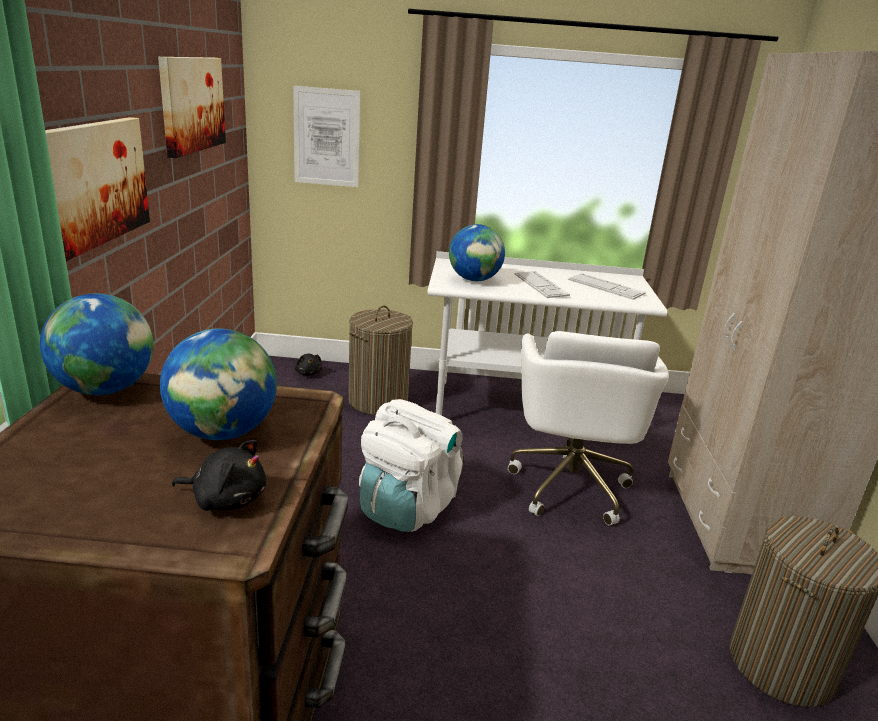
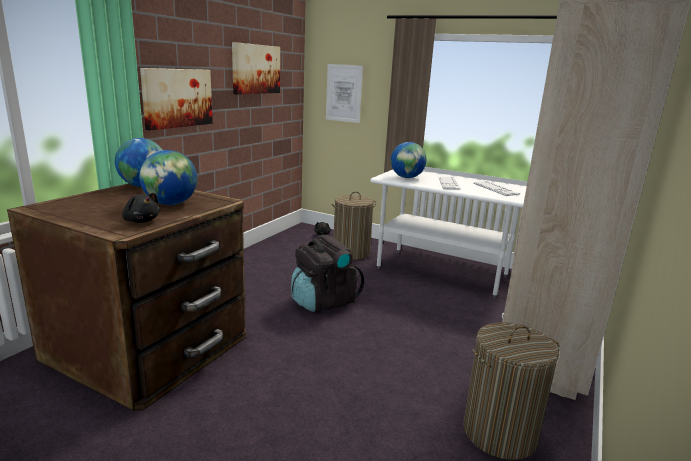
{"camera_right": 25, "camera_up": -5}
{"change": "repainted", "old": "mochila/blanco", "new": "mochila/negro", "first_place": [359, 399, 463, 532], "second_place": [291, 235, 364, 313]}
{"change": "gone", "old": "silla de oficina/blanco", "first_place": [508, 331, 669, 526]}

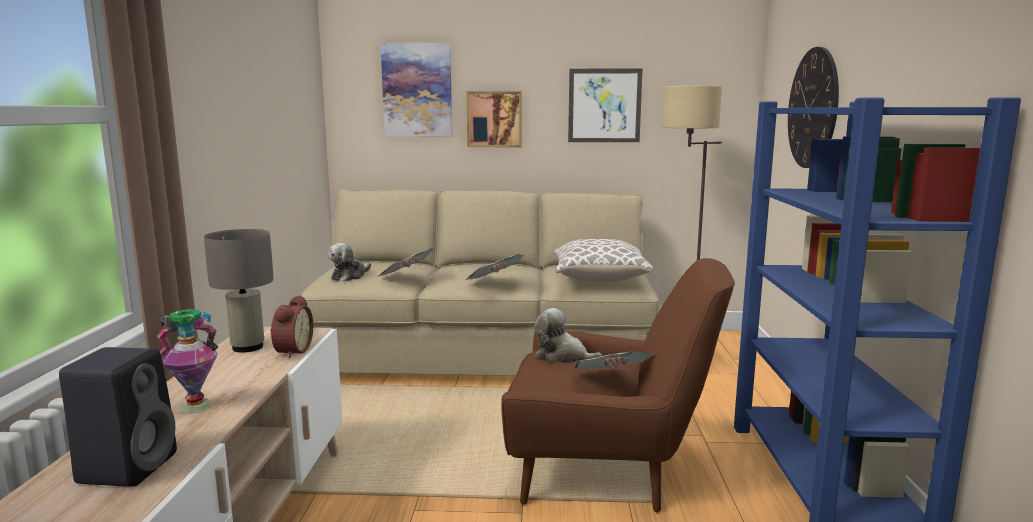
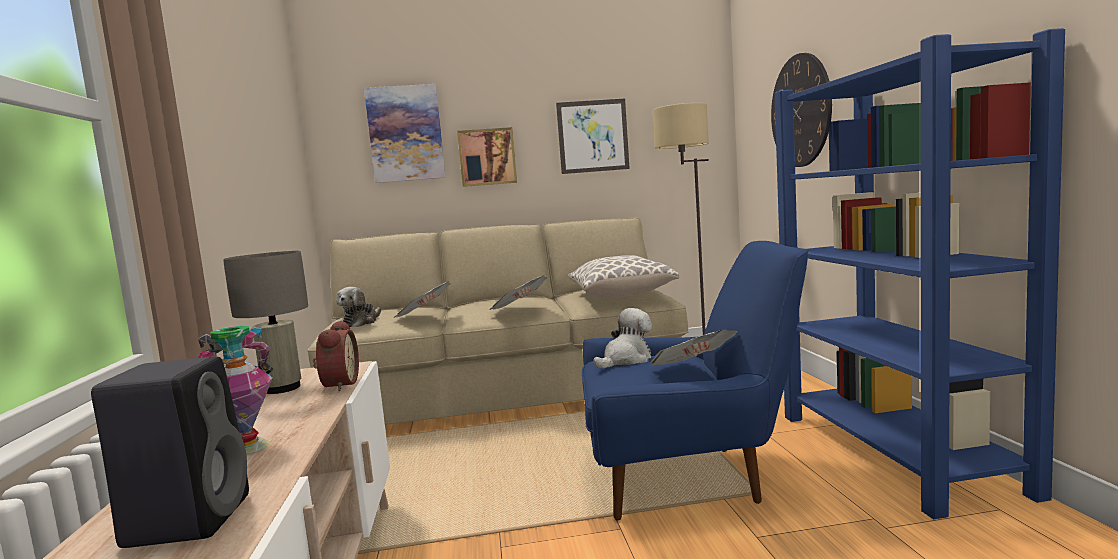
{"camera_right": -10, "camera_up": -5}
{"change": "repainted", "old": "sillón/marrón", "new": "sillón/azul", "first_place": [501, 258, 735, 513], "second_place": [582, 241, 808, 520]}
{"change": "rotated", "old": "peluche", "first_place": [534, 308, 602, 363], "second_place": [593, 308, 652, 368], "degrees": 120}

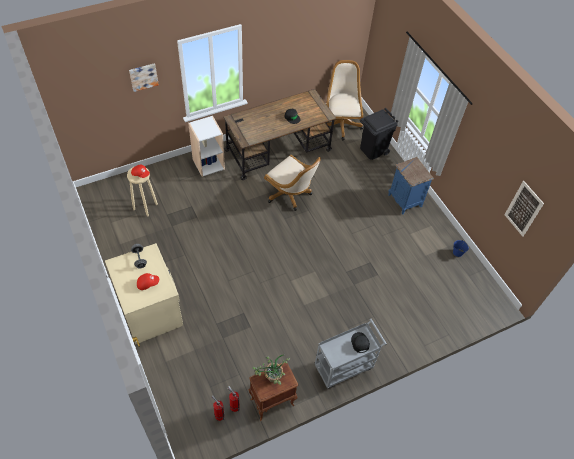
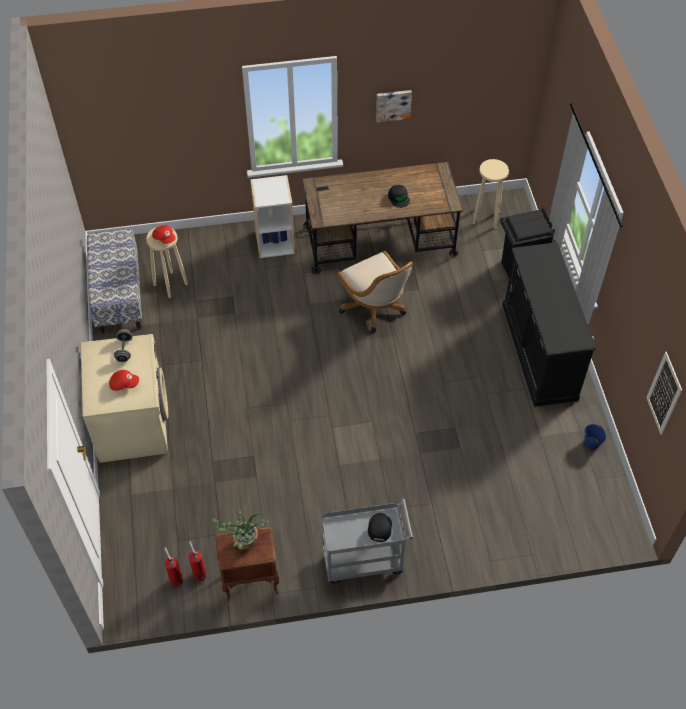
{"camera_right": 20, "camera_up": 0}
{"change": "shifted", "old": "cuadro", "first_place": [129, 63, 159, 92], "second_place": [376, 90, 412, 123]}
{"change": "swapped", "old": "silla de oficina", "new": "taburete/beis", "first_place": [326, 60, 363, 140], "second_place": [473, 159, 509, 228]}
{"change": "swapped", "old": "mesita de noche/azul", "new": "armario/negro", "first_place": [388, 157, 434, 215], "second_place": [502, 242, 596, 407]}
{"change": "new", "new": "banco", "second_place": [87, 229, 142, 334]}

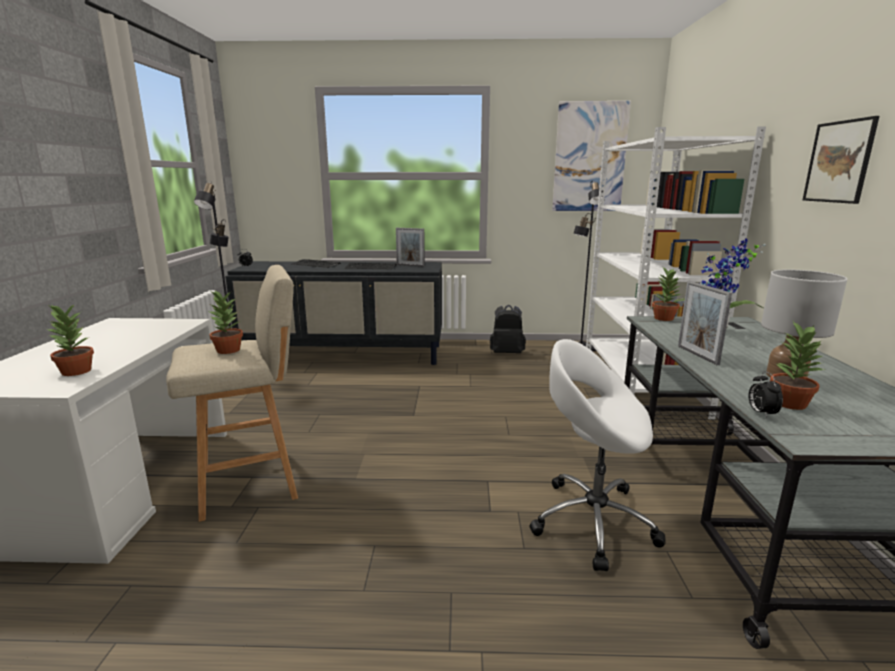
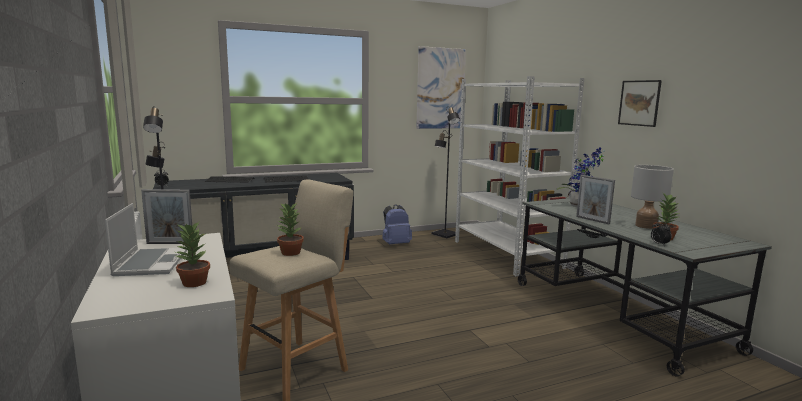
{"camera_right": -25, "camera_up": -5}
{"change": "shifted", "old": "portarretratos", "first_place": [396, 228, 425, 267], "second_place": [141, 189, 192, 244]}
{"change": "repainted", "old": "mochila/negro", "new": "mochila/azul", "first_place": [490, 305, 526, 353], "second_place": [383, 204, 412, 244]}
{"change": "gone", "old": "silla de oficina/blanco", "first_place": [530, 339, 665, 571]}
{"change": "gone", "old": "planta en maceta", "first_place": [652, 266, 681, 321]}
{"change": "new", "new": "portátil", "second_place": [105, 203, 187, 276]}

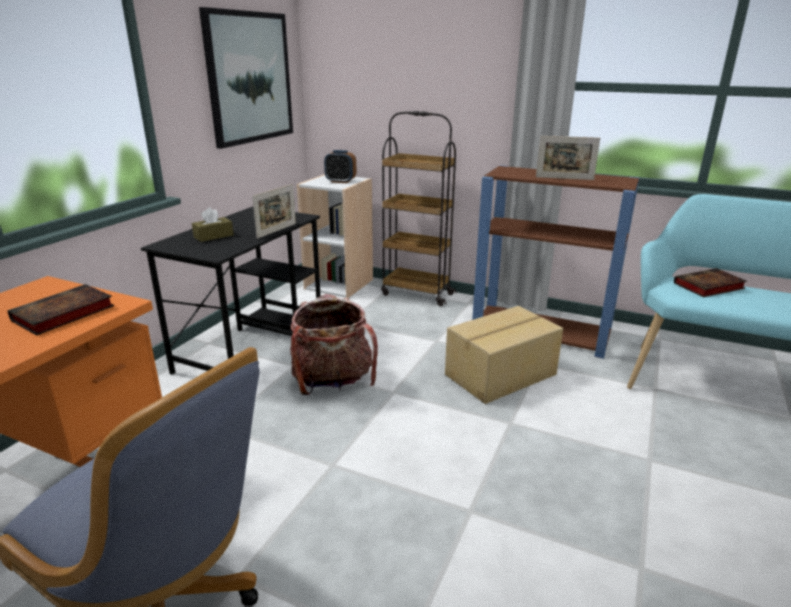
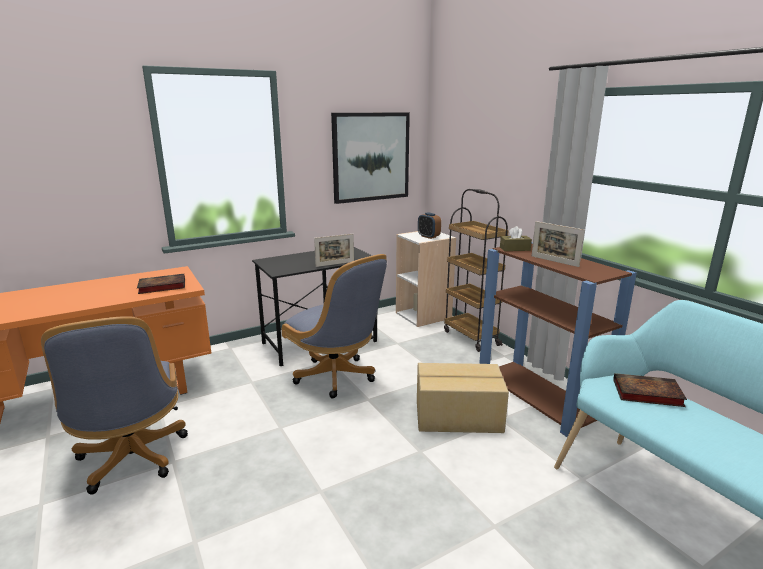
{"camera_right": 35, "camera_up": -5}
{"change": "shifted", "old": "caja de pañuelos/marrón", "first_place": [192, 207, 234, 242], "second_place": [500, 226, 532, 251]}
{"change": "swapped", "old": "mochila", "new": "silla de oficina/azul", "first_place": [290, 294, 378, 395], "second_place": [282, 254, 387, 398]}

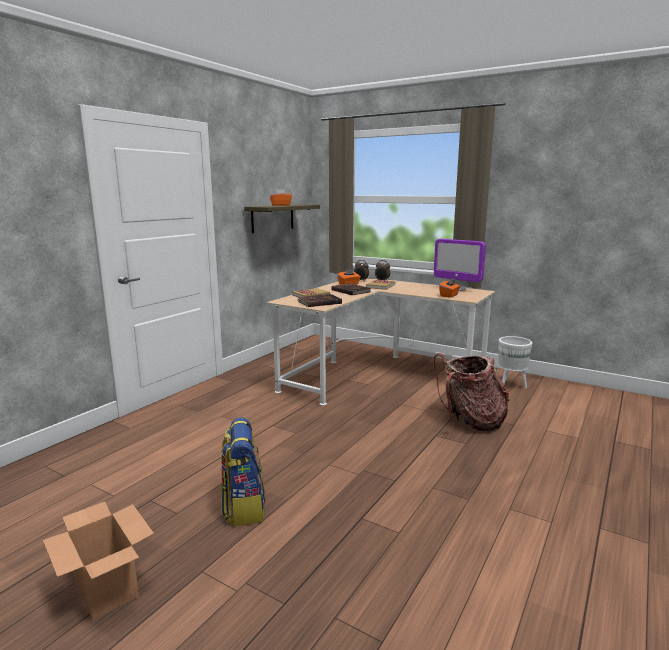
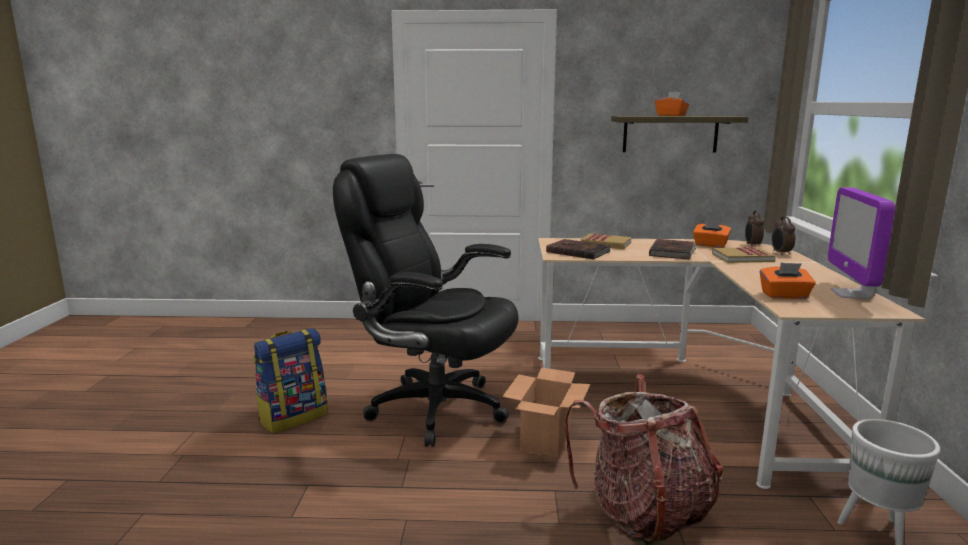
{"camera_right": 60, "camera_up": 0}
{"change": "shifted", "old": "caja de cartón", "first_place": [43, 502, 154, 620], "second_place": [502, 368, 590, 457]}
{"change": "new", "new": "silla de oficina/negro", "second_place": [333, 154, 518, 447]}

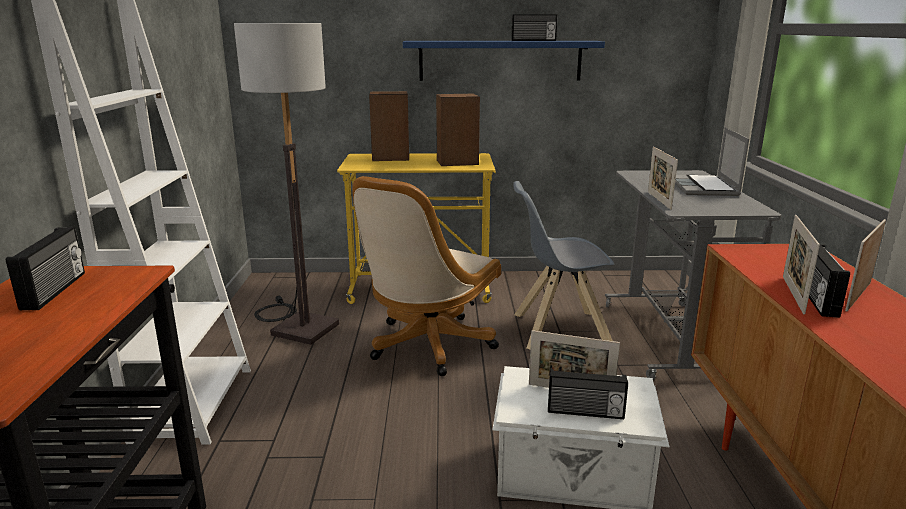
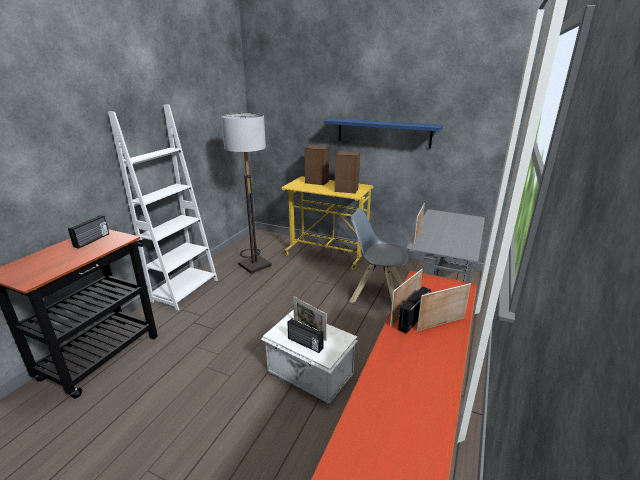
{"camera_right": 25, "camera_up": 5}
{"change": "gone", "old": "silla de oficina", "first_place": [352, 176, 501, 376]}
{"change": "gone", "old": "radio", "first_place": [511, 14, 557, 41]}
{"change": "gone", "old": "portátil", "first_place": [675, 127, 749, 196]}

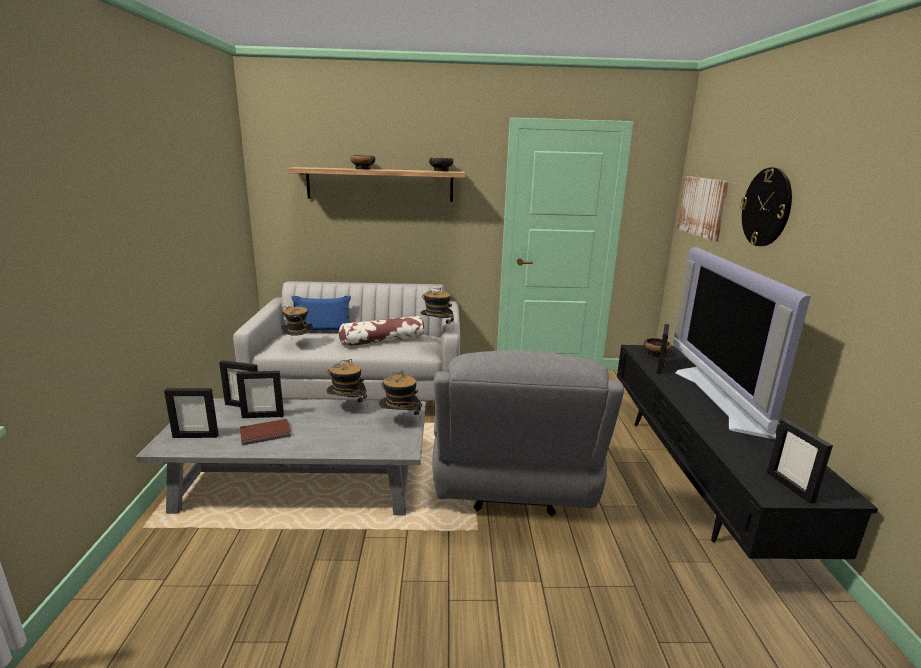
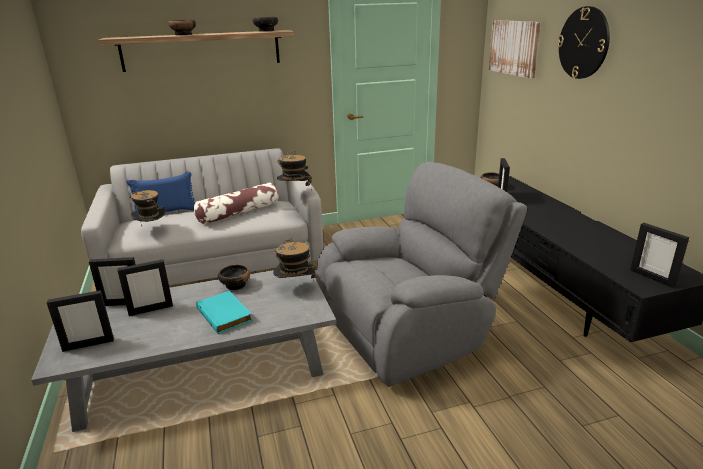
{"camera_right": -15, "camera_up": 5}
{"change": "gone", "old": "libro/marrón", "first_place": [240, 419, 291, 446]}
{"change": "swapped", "old": "sombrero", "new": "cuenco", "first_place": [326, 359, 368, 407], "second_place": [218, 264, 250, 290]}
{"change": "rotated", "old": "sillón/gris", "first_place": [432, 350, 624, 516], "second_place": [316, 162, 527, 387], "degrees": -105}
{"change": "gone", "old": "televisor", "first_place": [673, 247, 811, 439]}
{"change": "new", "new": "libro/turquesa", "second_place": [196, 291, 253, 334]}

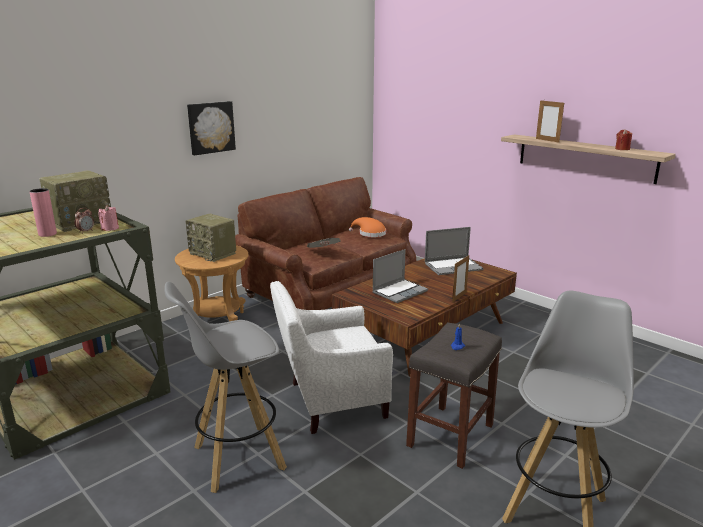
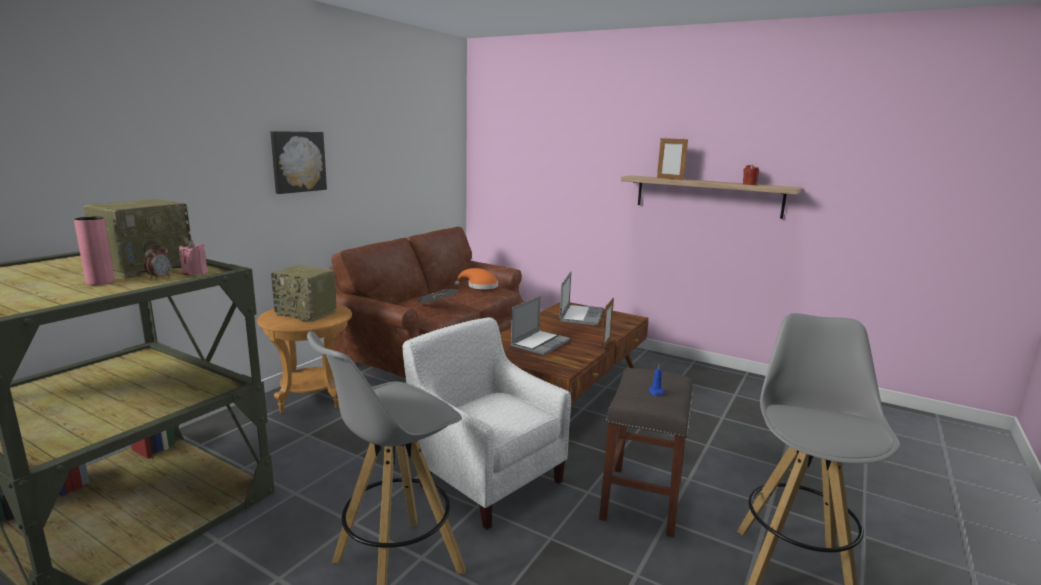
{"camera_right": -15, "camera_up": -5}
{"change": "rotated", "old": "sillón/blanco", "first_place": [270, 281, 393, 434], "second_place": [403, 317, 571, 530], "degrees": 75}
{"change": "rotated", "old": "portátil", "first_place": [425, 227, 484, 275], "second_place": [559, 271, 604, 325], "degrees": -45}

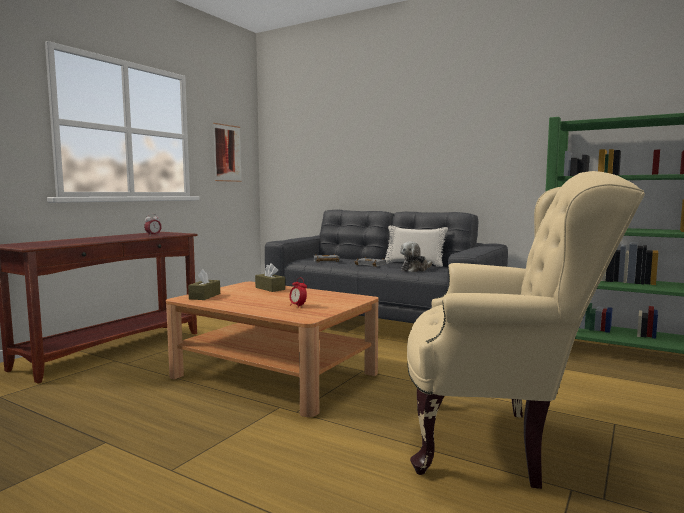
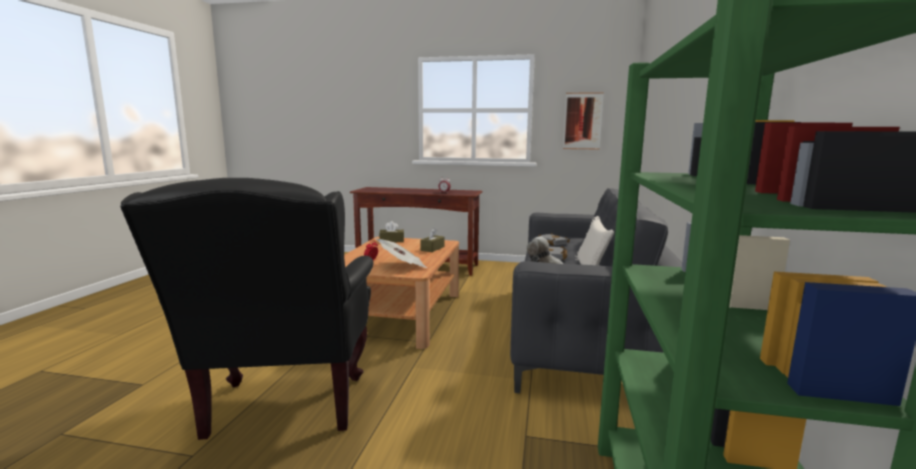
{"camera_right": 70, "camera_up": 5}
{"change": "repainted", "old": "sillón/beis", "new": "sillón/negro", "first_place": [407, 171, 645, 489], "second_place": [120, 178, 373, 440]}
{"change": "new", "new": "periódico", "second_place": [375, 238, 427, 268]}

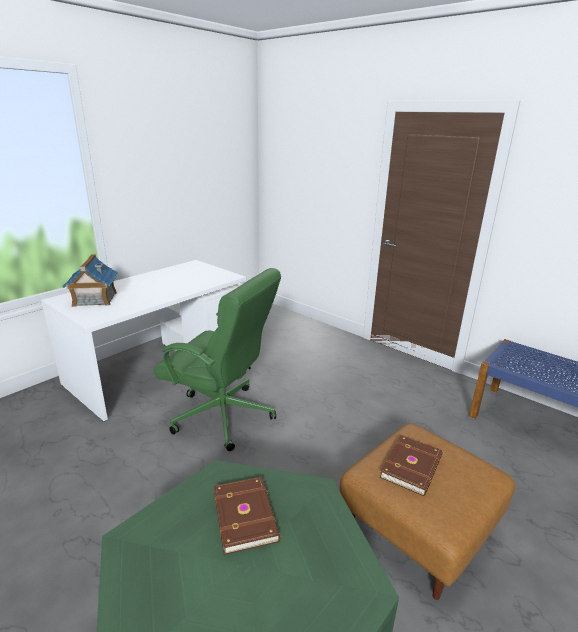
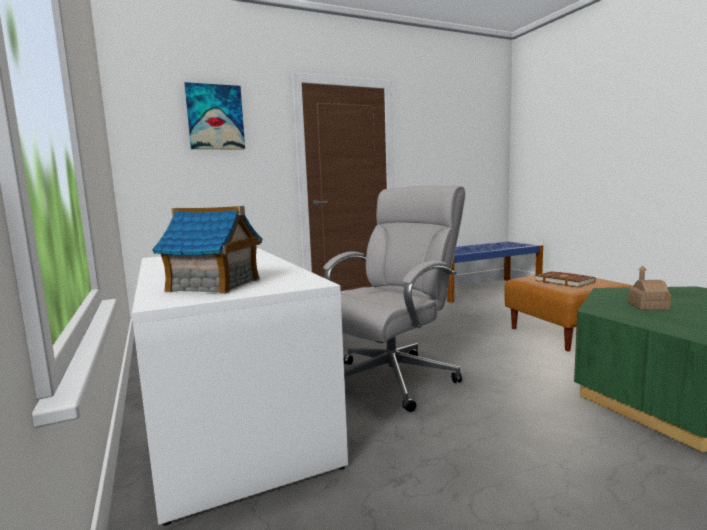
{"camera_right": -65, "camera_up": -15}
{"change": "repainted", "old": "silla de oficina/verde", "new": "silla de oficina/gris", "first_place": [154, 268, 281, 451], "second_place": [323, 185, 465, 412]}
{"change": "swapped", "old": "libro/marrón", "new": "casita", "first_place": [214, 477, 280, 555], "second_place": [628, 266, 672, 310]}
{"change": "new", "new": "cuadro", "second_place": [184, 82, 245, 150]}

